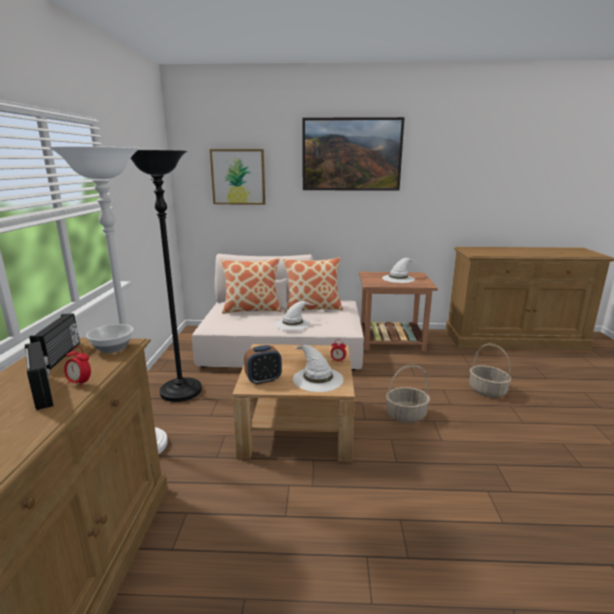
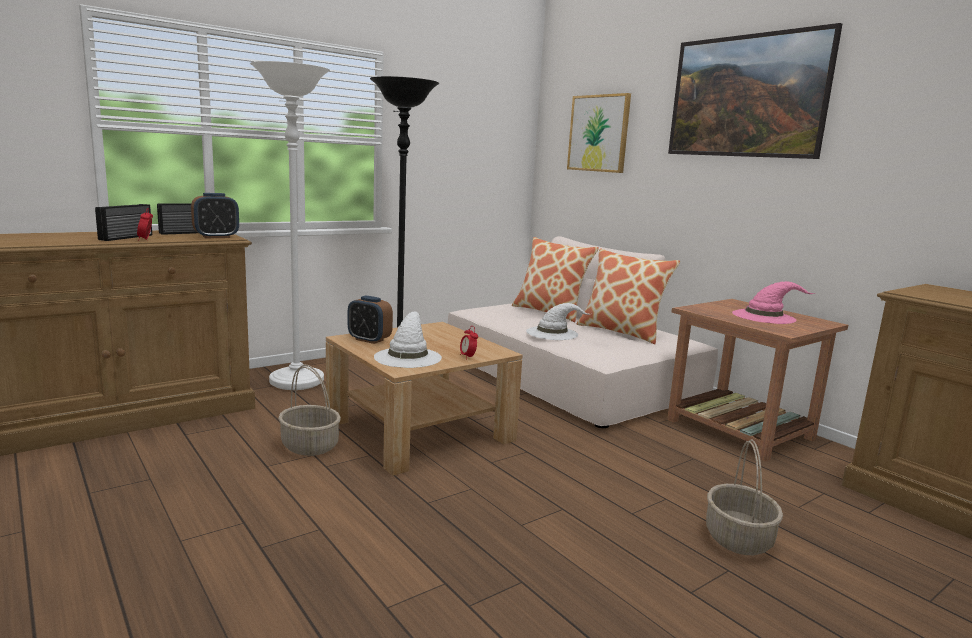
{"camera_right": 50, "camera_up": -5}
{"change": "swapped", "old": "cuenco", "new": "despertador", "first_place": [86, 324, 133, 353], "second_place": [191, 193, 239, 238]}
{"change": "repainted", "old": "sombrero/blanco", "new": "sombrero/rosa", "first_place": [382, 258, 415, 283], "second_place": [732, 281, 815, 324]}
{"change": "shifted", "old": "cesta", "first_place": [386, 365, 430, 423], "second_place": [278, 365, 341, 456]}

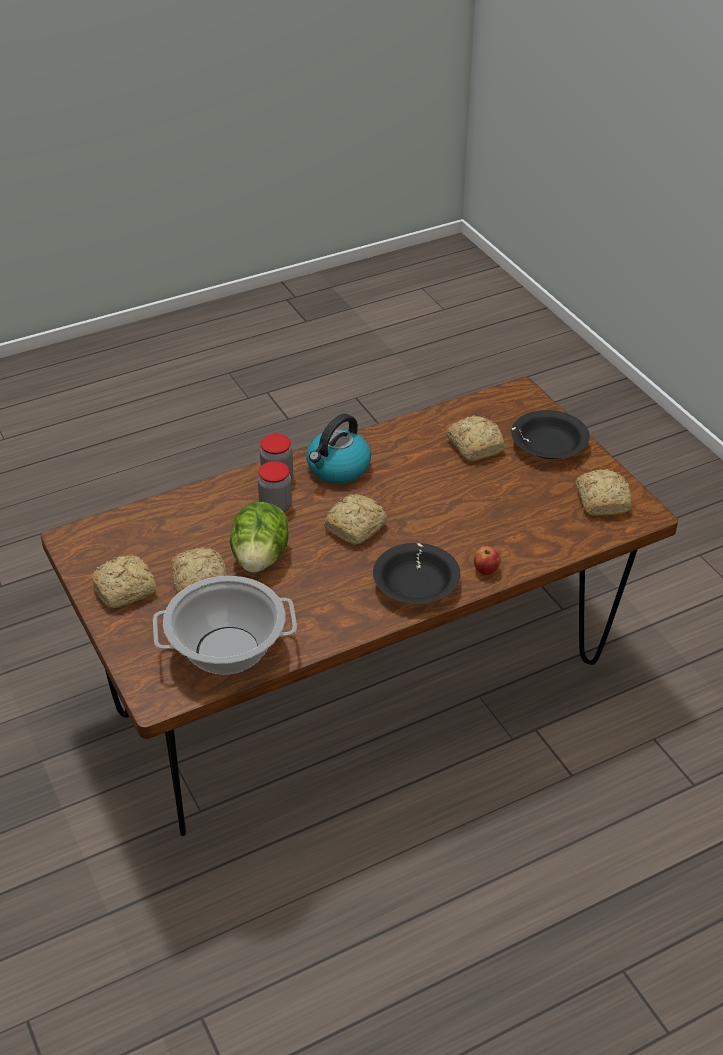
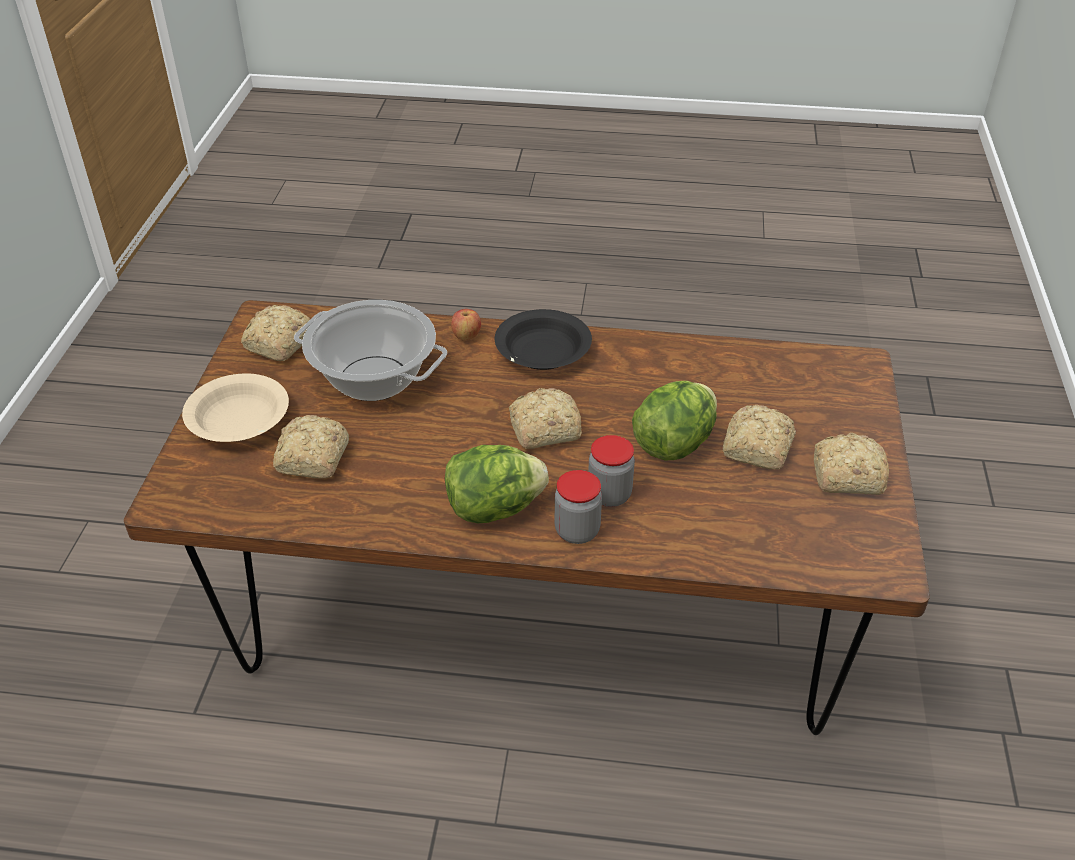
{"camera_right": -145, "camera_up": 0}
{"change": "shifted", "old": "olla", "first_place": [153, 576, 297, 675], "second_place": [294, 300, 447, 401]}
{"change": "swapped", "old": "hervidor", "new": "lechuga", "first_place": [306, 414, 371, 484], "second_place": [445, 445, 549, 523]}
{"change": "repainted", "old": "cuenco/negro", "new": "cuenco/beis", "first_place": [511, 410, 590, 459], "second_place": [182, 373, 289, 442]}

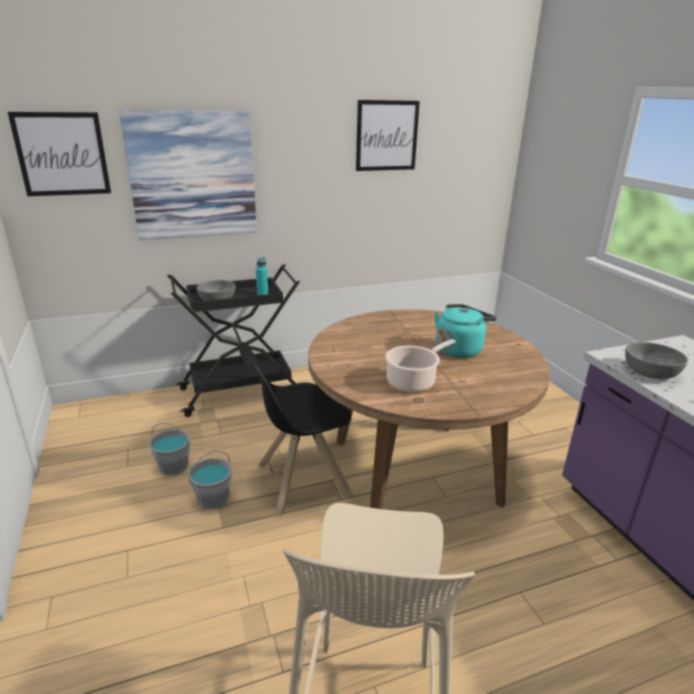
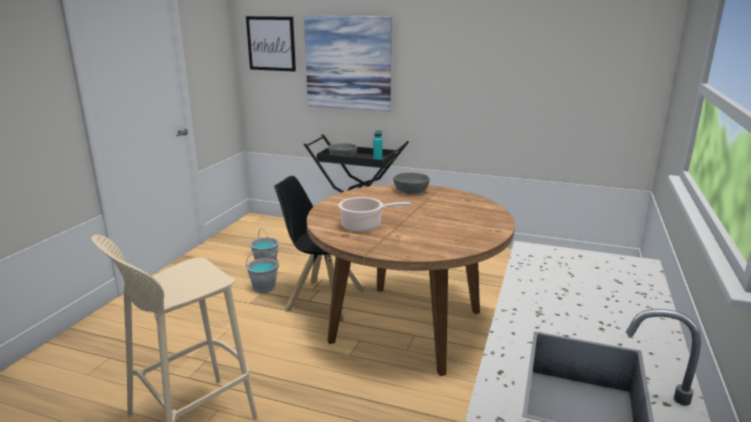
{"camera_right": 40, "camera_up": -5}
{"change": "gone", "old": "cuadro", "first_place": [356, 100, 420, 171]}
{"change": "gone", "old": "hervidor/turquesa", "first_place": [435, 304, 497, 358]}
{"change": "shifted", "old": "cuenco/gris", "first_place": [625, 342, 688, 379], "second_place": [393, 172, 430, 194]}

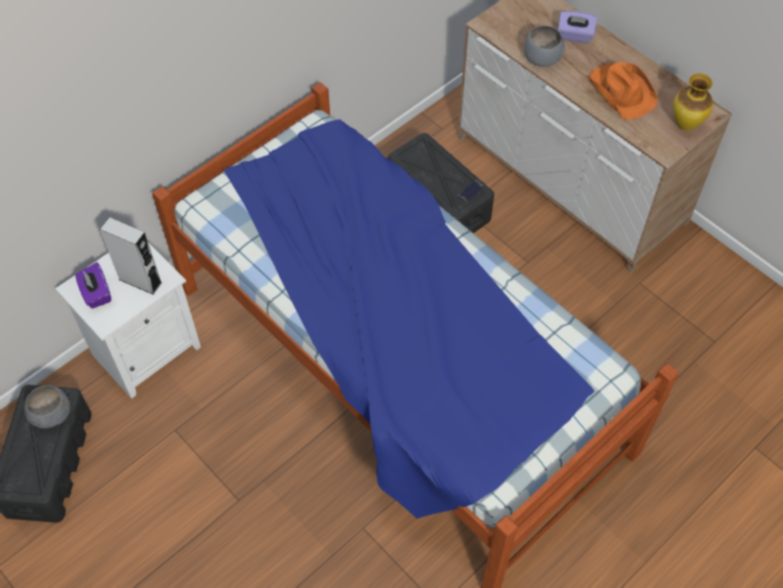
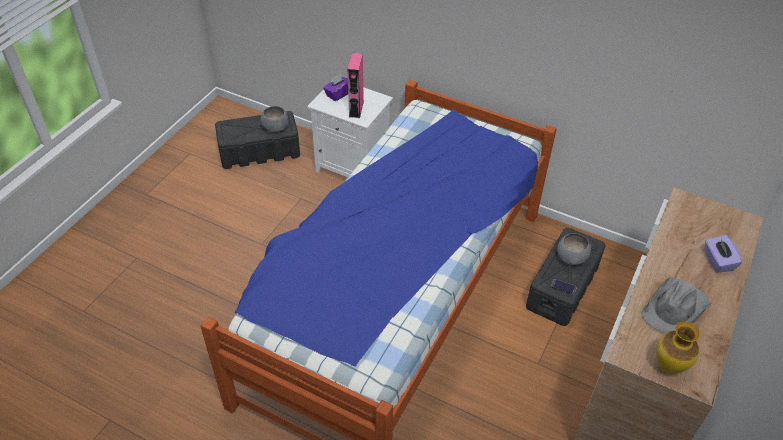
{"camera_right": 70, "camera_up": -10}
{"change": "repainted", "old": "altavoz/gris", "new": "altavoz/rosa", "first_place": [100, 217, 162, 295], "second_place": [348, 53, 364, 118]}
{"change": "shifted", "old": "cuenco/gris", "first_place": [524, 25, 565, 67], "second_place": [557, 233, 591, 265]}
{"change": "repainted", "old": "sombrero/naranja", "new": "sombrero/gris", "first_place": [589, 62, 658, 120], "second_place": [641, 278, 711, 333]}

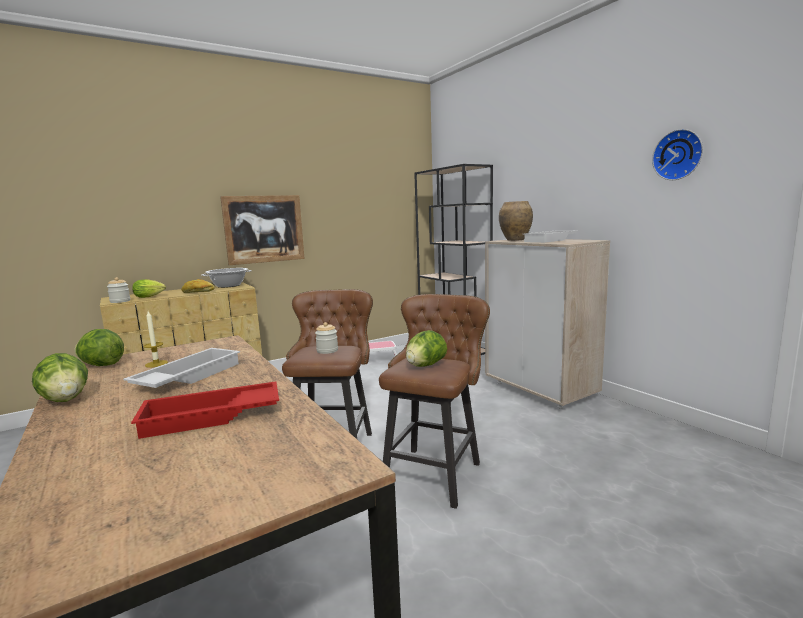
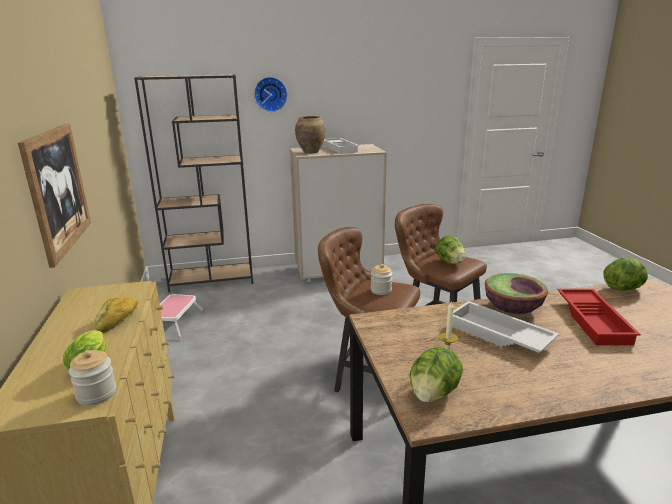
{"camera_right": -70, "camera_up": 10}
{"change": "shifted", "old": "lechuga", "first_place": [32, 353, 88, 402], "second_place": [603, 257, 648, 291]}
{"change": "gone", "old": "olla", "first_place": [201, 268, 252, 288]}
{"change": "shifted", "old": "reloj de pared", "first_place": [652, 129, 703, 180], "second_place": [254, 77, 288, 112]}
{"change": "new", "new": "cuenco", "second_place": [485, 273, 548, 314]}

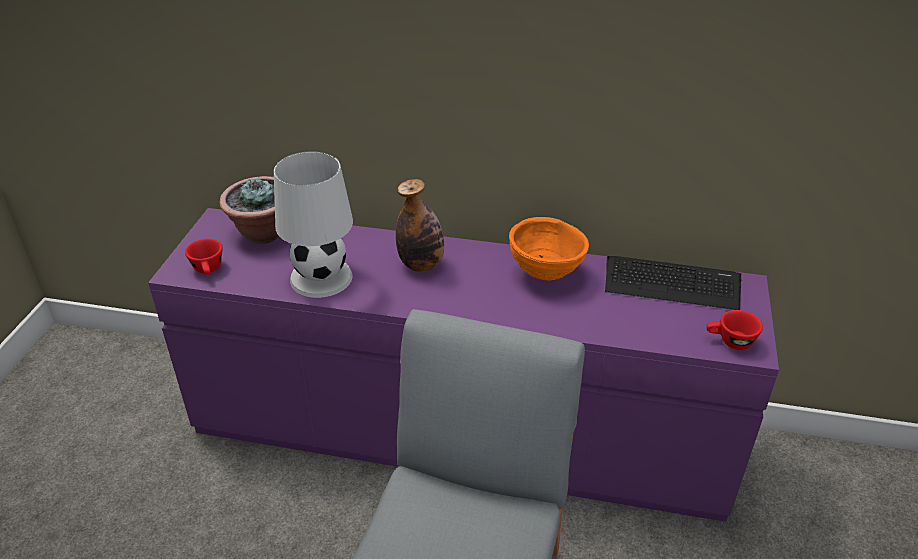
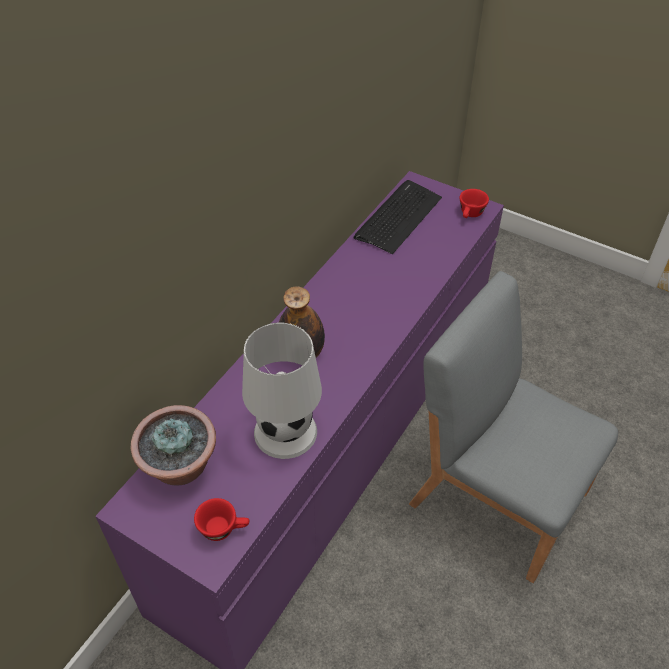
{"camera_right": -70, "camera_up": 10}
{"change": "gone", "old": "cuenco/naranja", "first_place": [509, 217, 589, 281]}

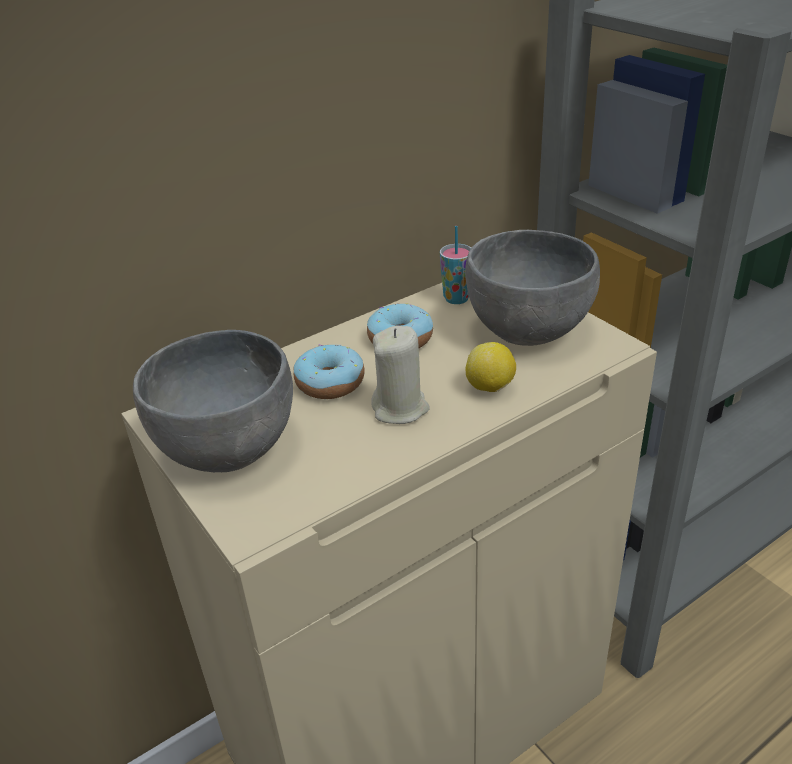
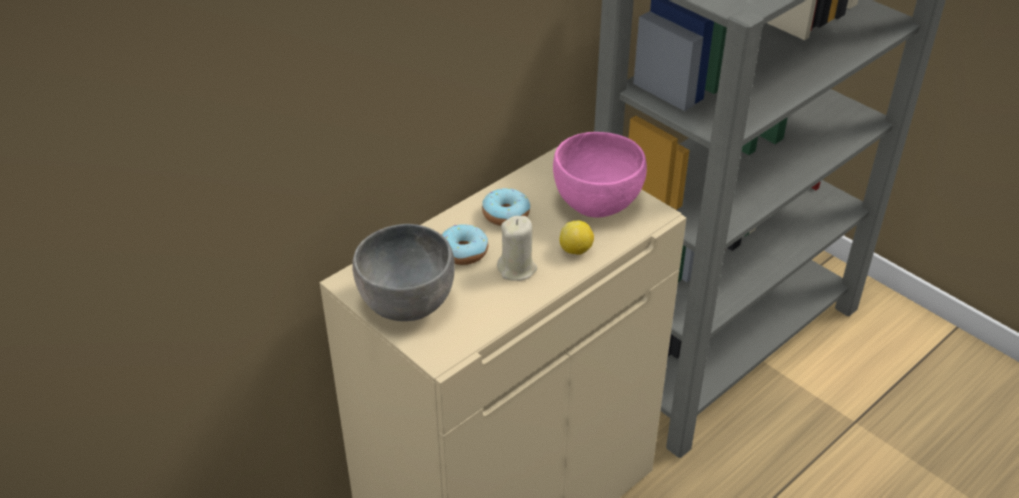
{"camera_right": -10, "camera_up": 5}
{"change": "gone", "old": "taza", "first_place": [440, 226, 471, 304]}
{"change": "repainted", "old": "cuenco/gris", "new": "cuenco/rosa", "first_place": [465, 230, 600, 346], "second_place": [553, 132, 647, 218]}

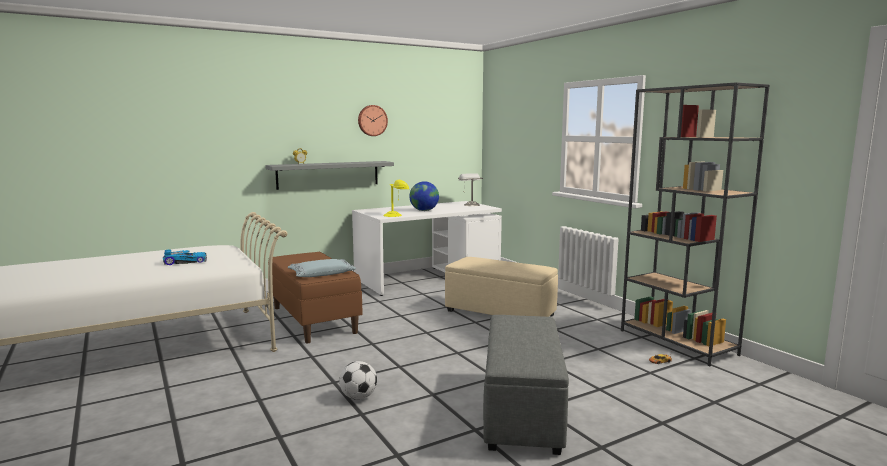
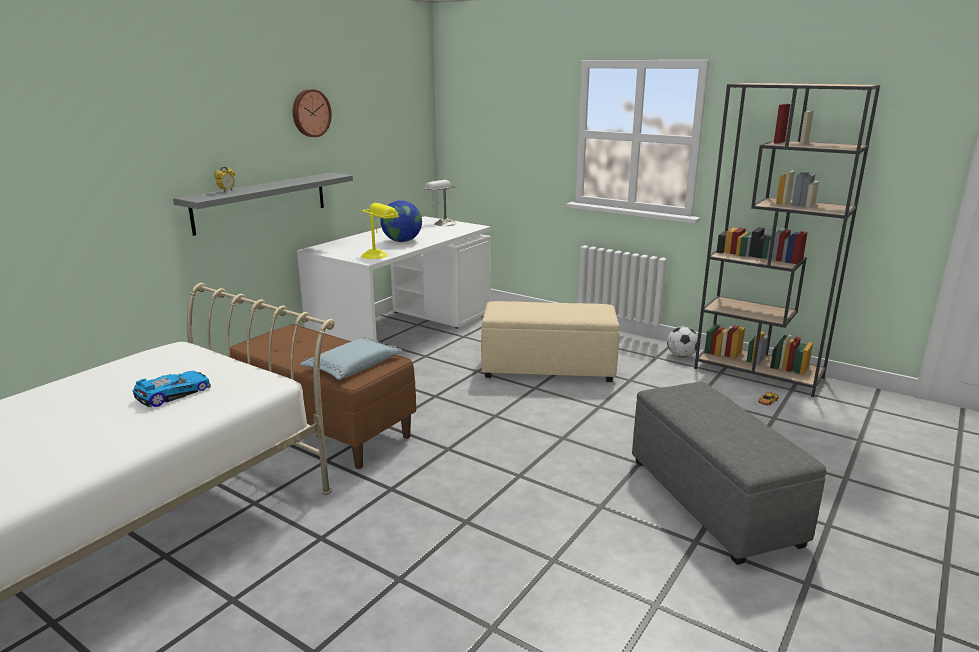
{"camera_right": -25, "camera_up": 10}
{"change": "shifted", "old": "balón de fútbol", "first_place": [339, 361, 377, 400], "second_place": [667, 327, 698, 357]}

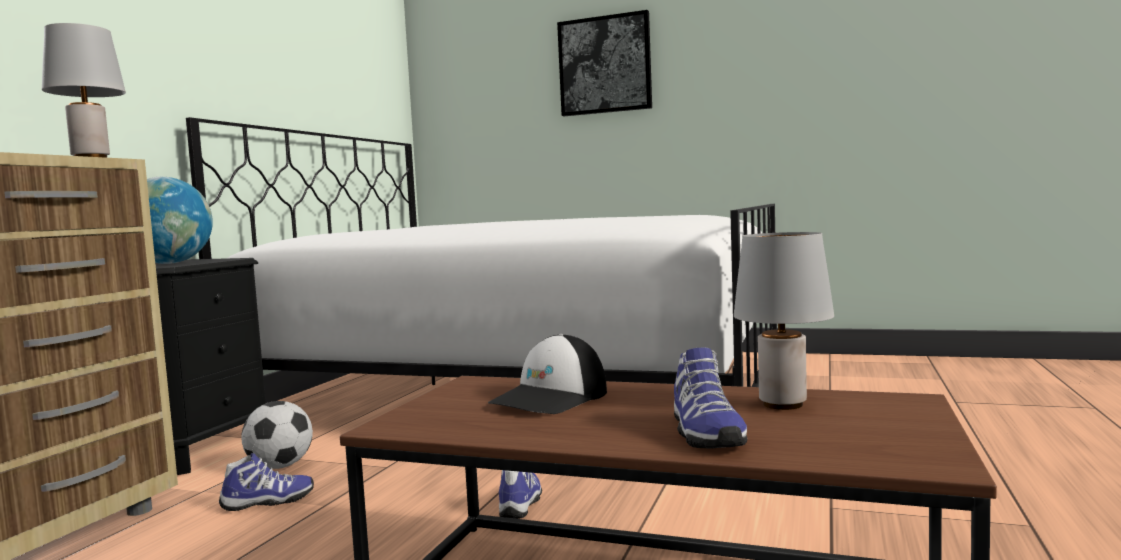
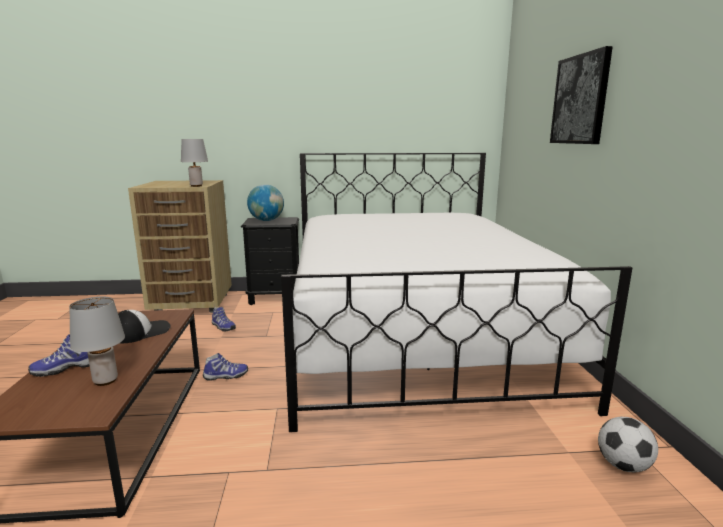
{"camera_right": 65, "camera_up": 10}
{"change": "shifted", "old": "balón de fútbol", "first_place": [241, 401, 313, 469], "second_place": [598, 417, 658, 472]}
{"change": "rotated", "old": "gorra", "first_place": [488, 334, 607, 414], "second_place": [118, 310, 171, 343], "degrees": 120}

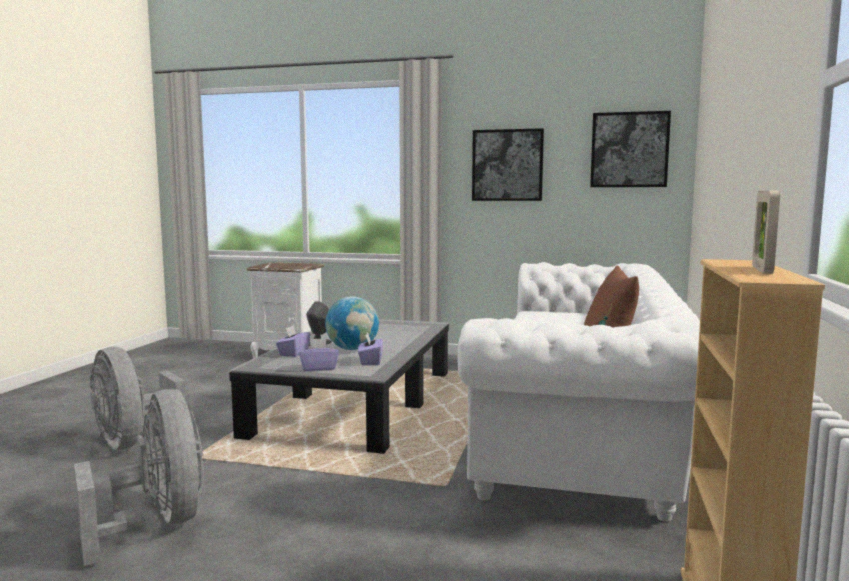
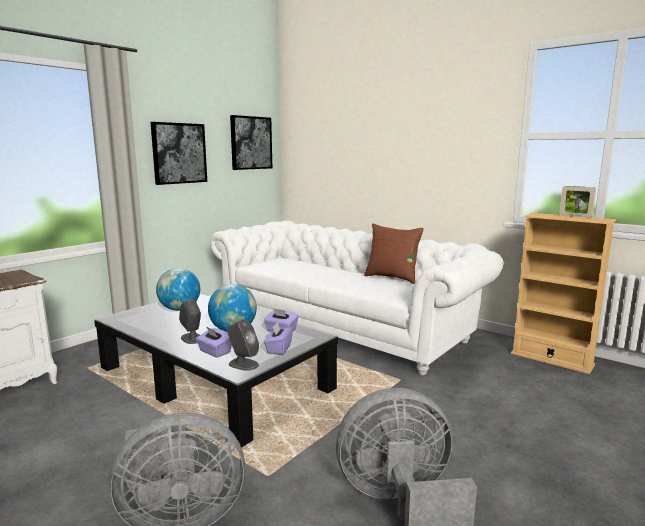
{"camera_right": -65, "camera_up": 5}
{"change": "new", "new": "globo terráqueo", "second_place": [156, 268, 200, 311]}
{"change": "new", "new": "altavoz/gris", "second_place": [227, 319, 259, 371]}

